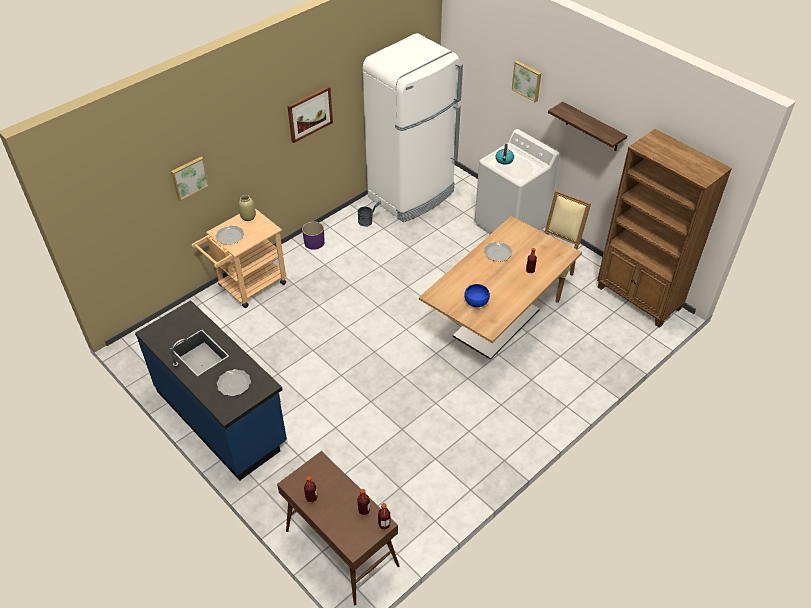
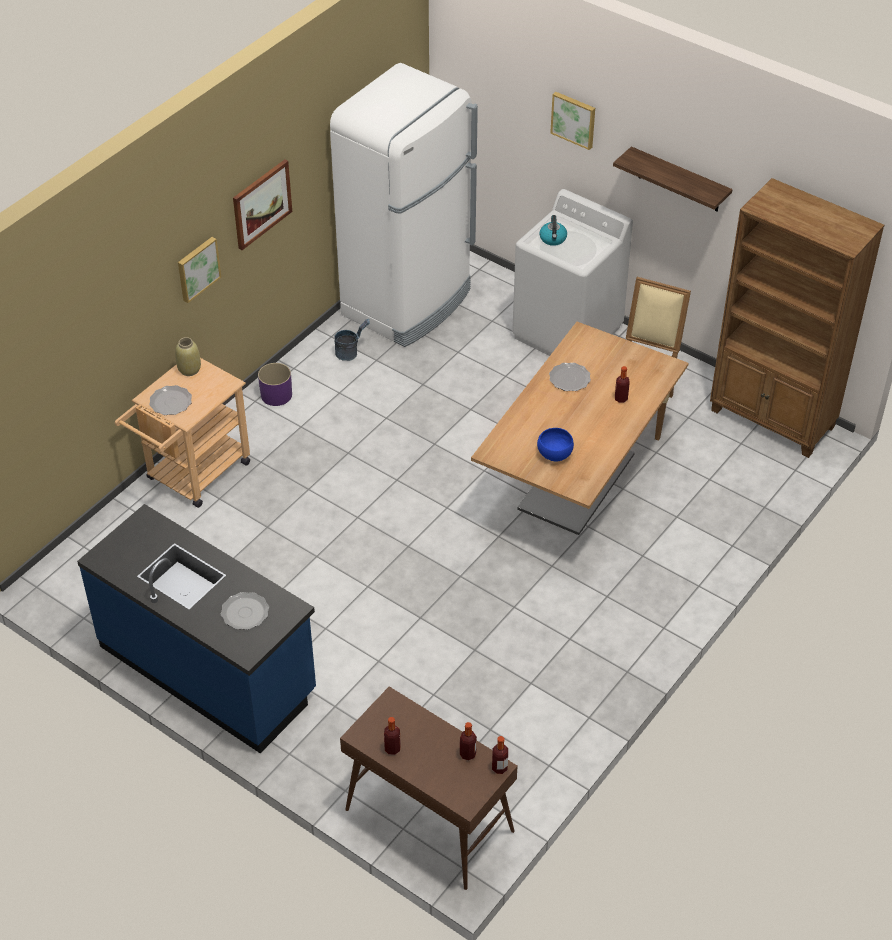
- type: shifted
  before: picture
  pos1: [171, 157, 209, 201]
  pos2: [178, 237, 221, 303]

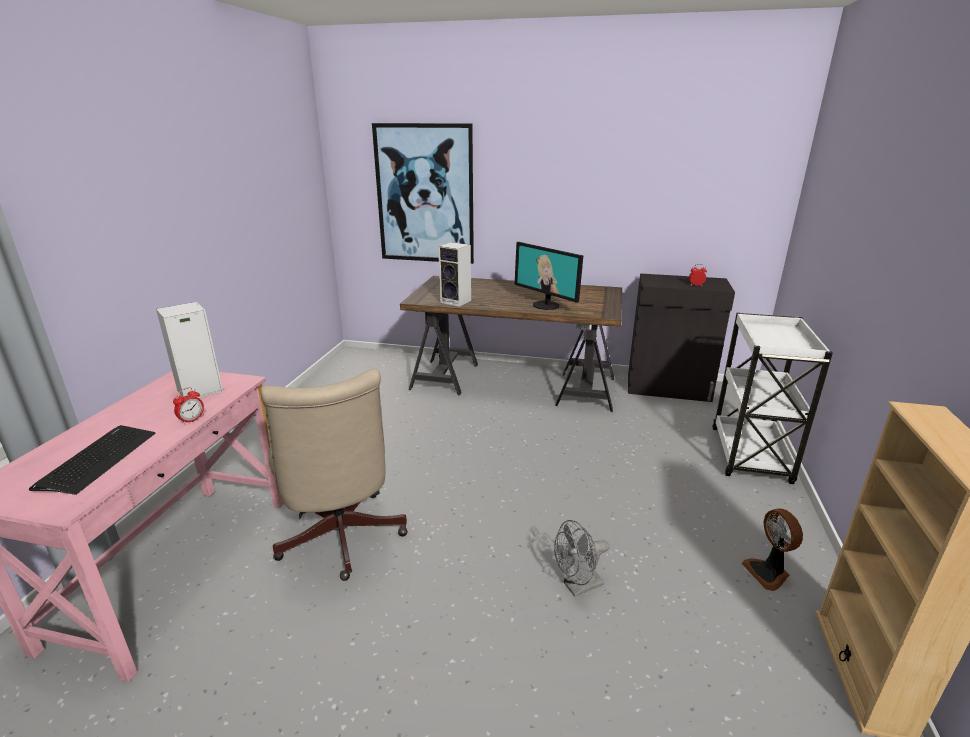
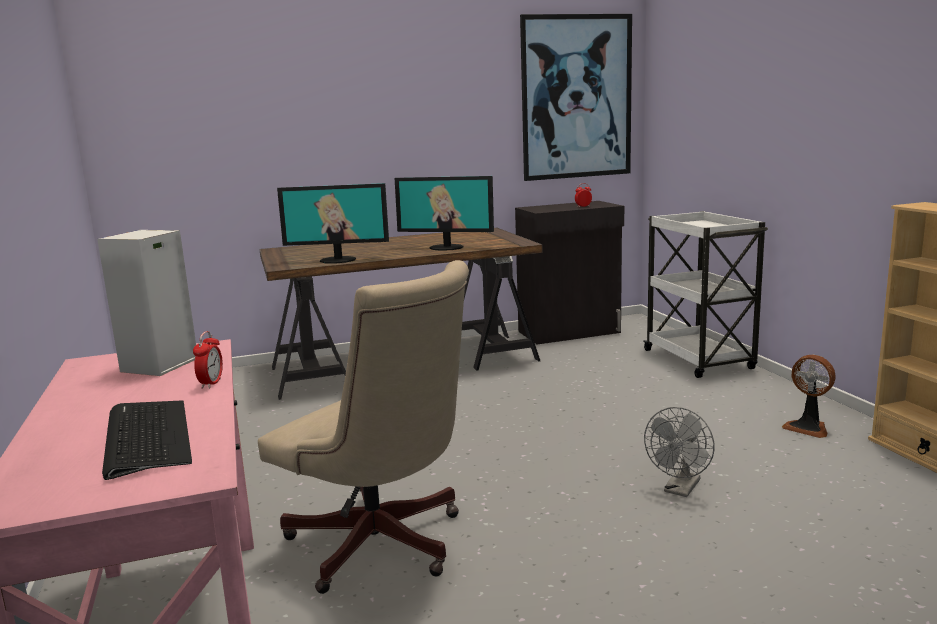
- type: swapped
  before: speaker
  after: computer screen
  pos1: [438, 242, 471, 307]
  pos2: [277, 183, 389, 264]
- type: shifted
  before: picture
  pos1: [372, 123, 474, 264]
  pos2: [520, 14, 632, 181]

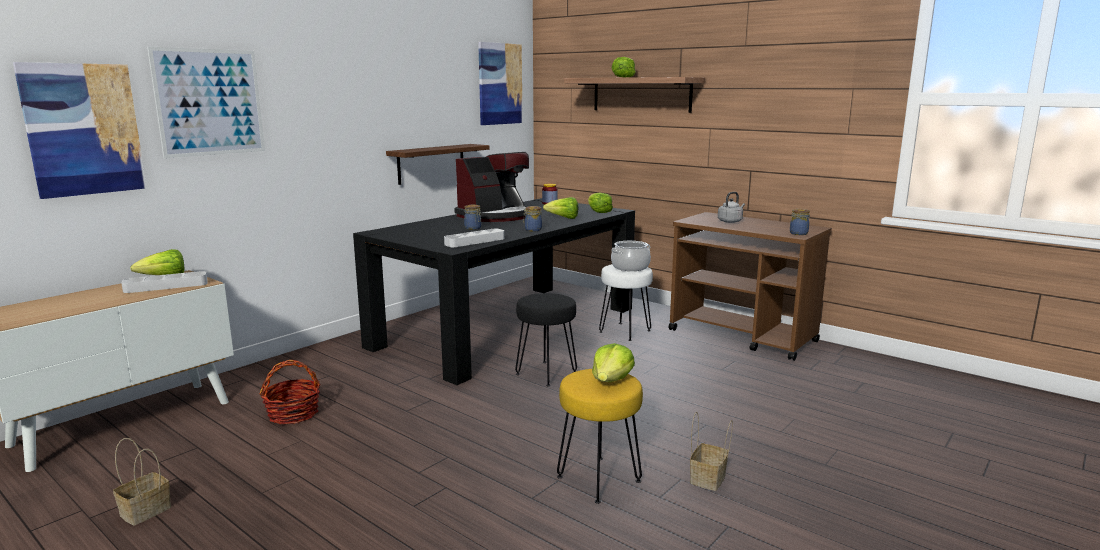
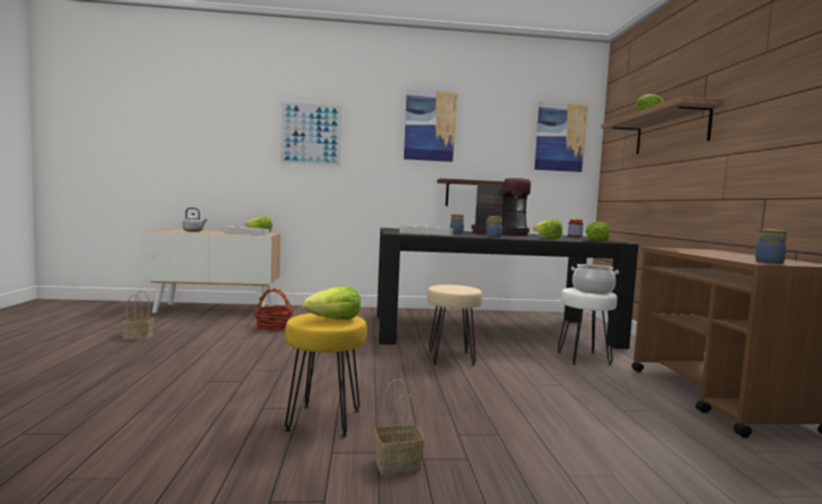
- type: shifted
  before: grey kettle
  pos1: [718, 192, 745, 223]
  pos2: [182, 207, 207, 232]
- type: shifted
  before: picture
  pos1: [13, 62, 147, 199]
  pos2: [404, 90, 458, 162]
- type: repainted
  before: black stool seat
  after: beige-coloured stool seat
  pos1: [515, 293, 577, 386]
  pos2: [427, 285, 482, 366]

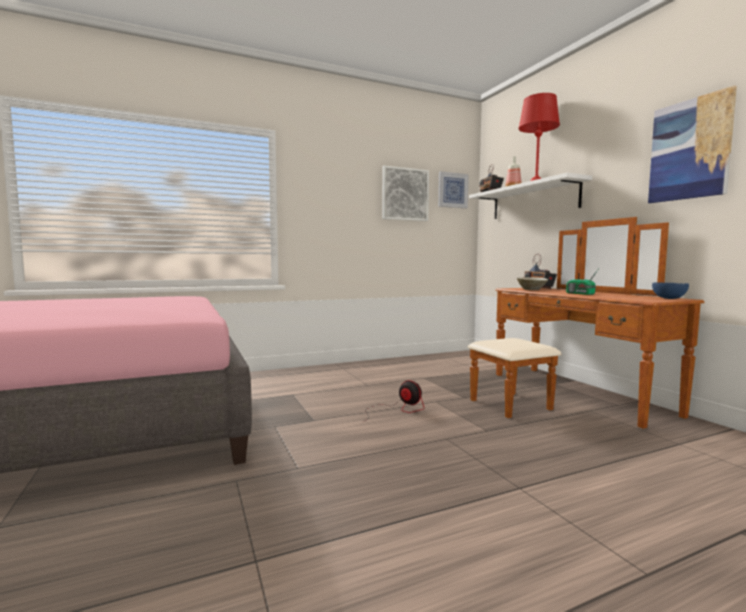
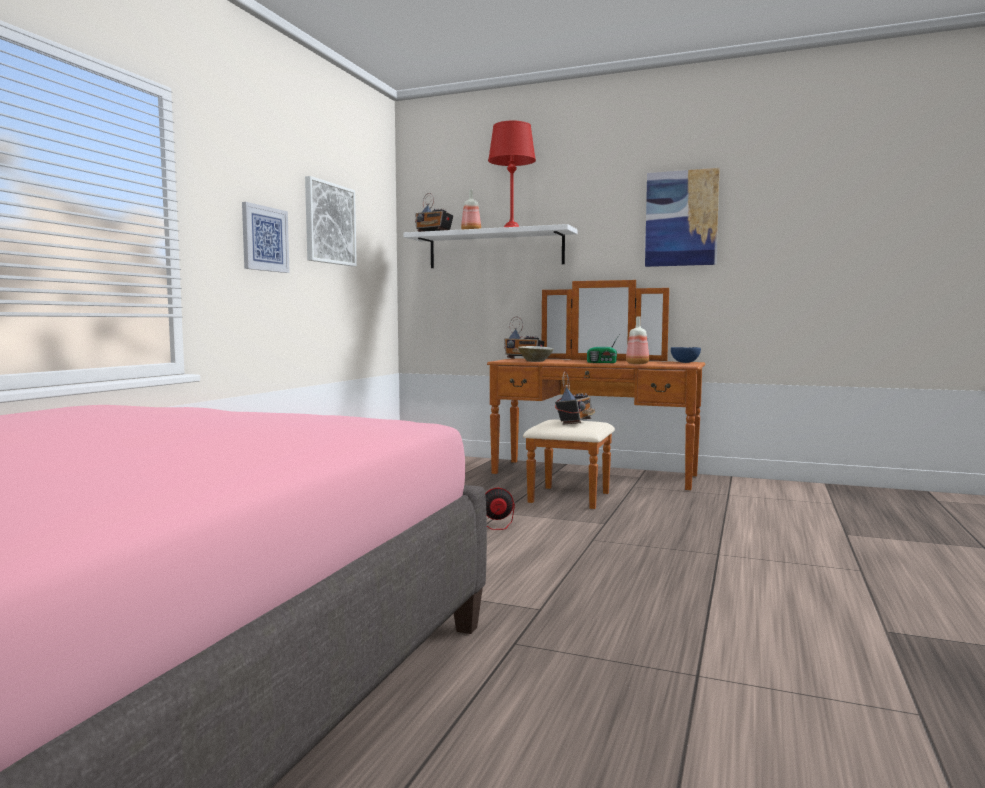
- type: shifted
  before: picture
  pos1: [438, 171, 469, 208]
  pos2: [242, 202, 290, 273]
- type: new
  after: radio
  pos2: [555, 372, 595, 424]
- type: new
  after: bottle
  pos2: [626, 317, 649, 364]

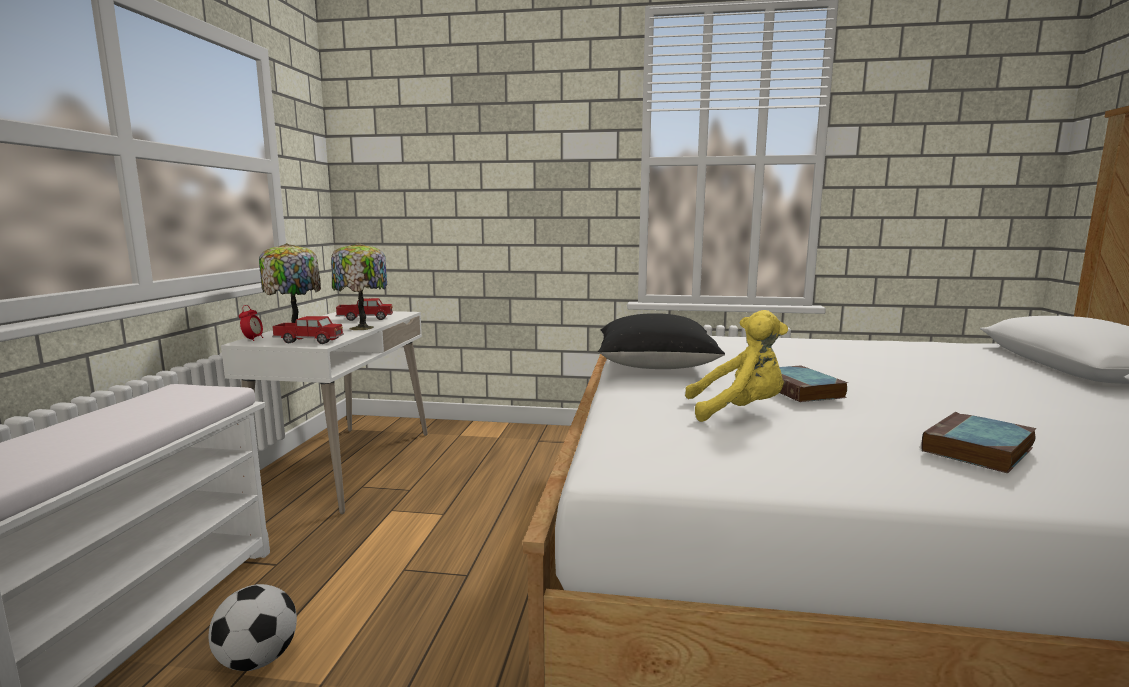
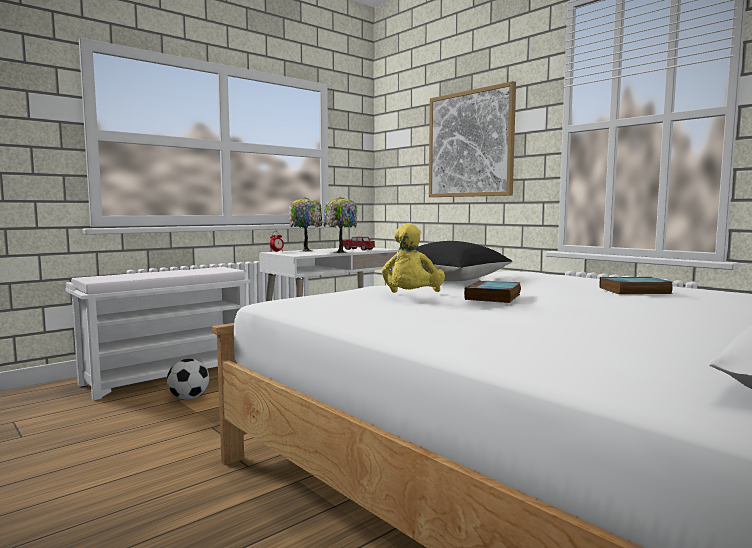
- type: rotated
  before: yellow-coloured cuddly toy
  pos1: [685, 310, 788, 422]
  pos2: [382, 223, 445, 293]
  turn: 60
- type: new
  after: picture
  pos2: [429, 81, 516, 197]
- type: shifted
  before: book
  pos1: [921, 412, 1036, 473]
  pos2: [600, 277, 673, 294]
- type: gone
  before: model truck
  pos1: [272, 316, 344, 344]

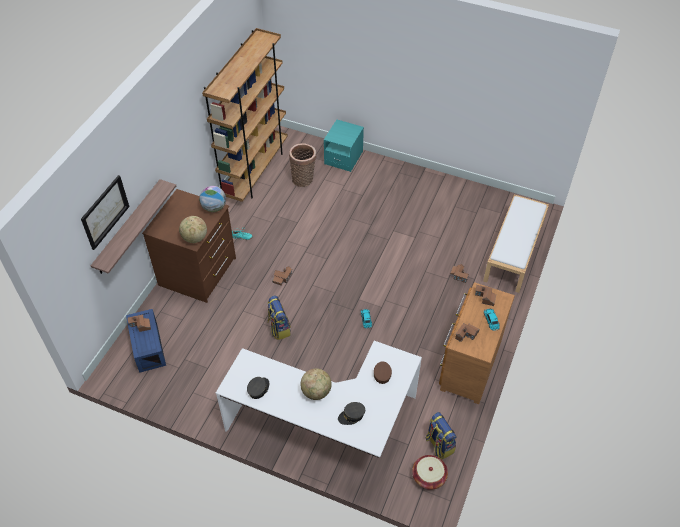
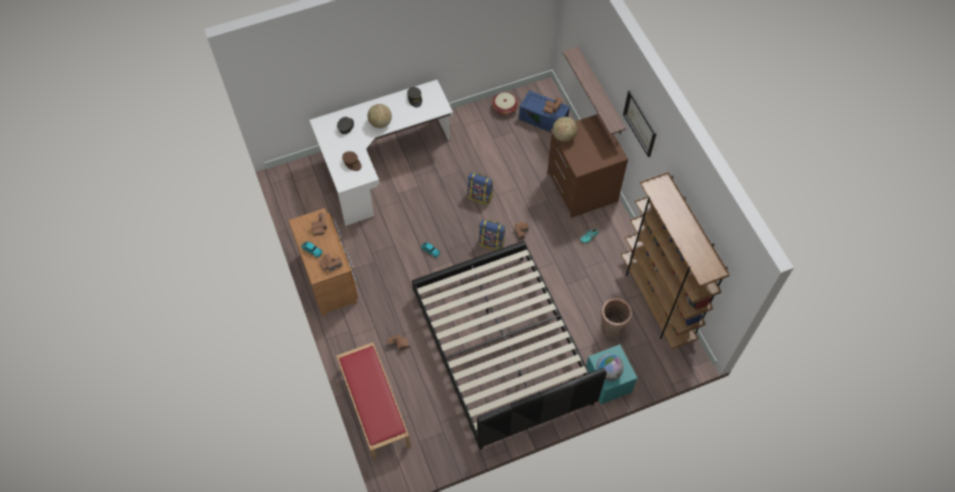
- type: repainted
  before: white bench
  after: red-coloured bench
  pos1: [483, 194, 549, 293]
  pos2: [336, 343, 411, 461]
- type: new
  after: black sleeping bed
  pos2: [412, 241, 607, 450]
- type: shifted
  before: backpack
  pos1: [426, 412, 457, 459]
  pos2: [479, 219, 505, 250]
- type: shifted
  before: storage basket
  pos1: [412, 455, 448, 490]
  pos2: [492, 92, 518, 115]
- type: shifted
  before: desk globe
  pos1: [199, 186, 226, 212]
  pos2: [596, 354, 624, 381]
- type: shifted
  before: picture
  pos1: [81, 175, 129, 250]
  pos2: [623, 90, 657, 157]

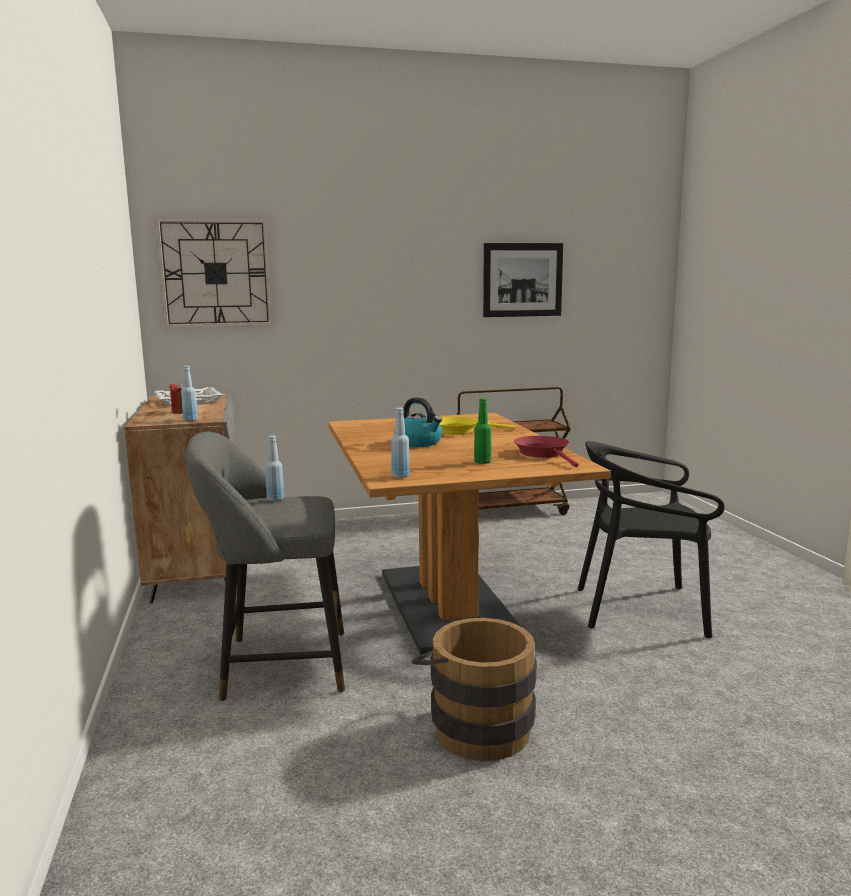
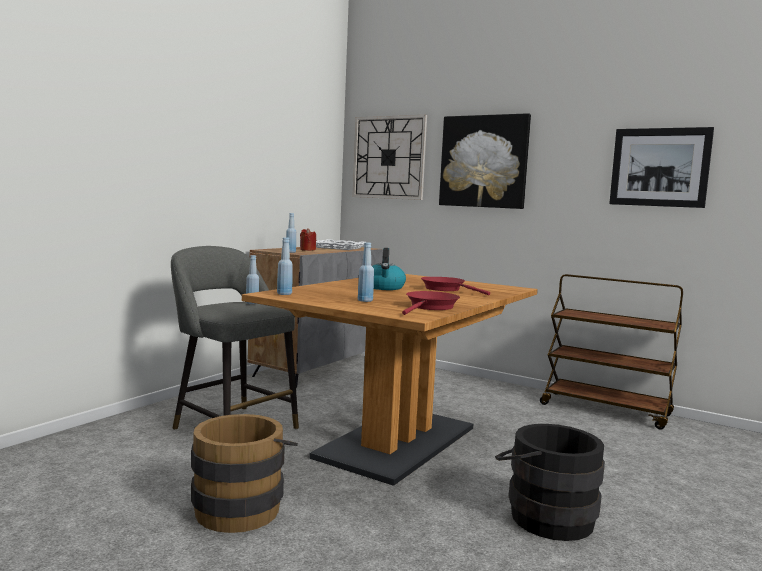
- type: repainted
  before: greenish bottle
  after: bluish bottle
  pos1: [474, 398, 491, 464]
  pos2: [358, 242, 374, 302]
- type: repainted
  before: yellow-coloured frying pan
  after: red-coloured frying pan
  pos1: [440, 417, 515, 435]
  pos2: [421, 277, 490, 295]
- type: new
  after: picture
  pos2: [439, 113, 531, 209]
- type: swapped
  before: black chair
  after: black water bucket
  pos1: [578, 441, 725, 638]
  pos2: [495, 424, 605, 541]

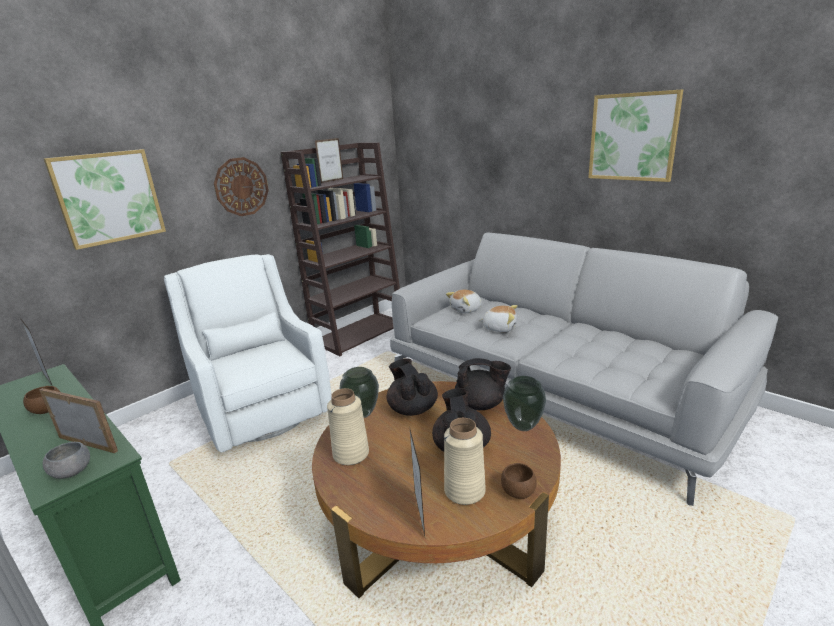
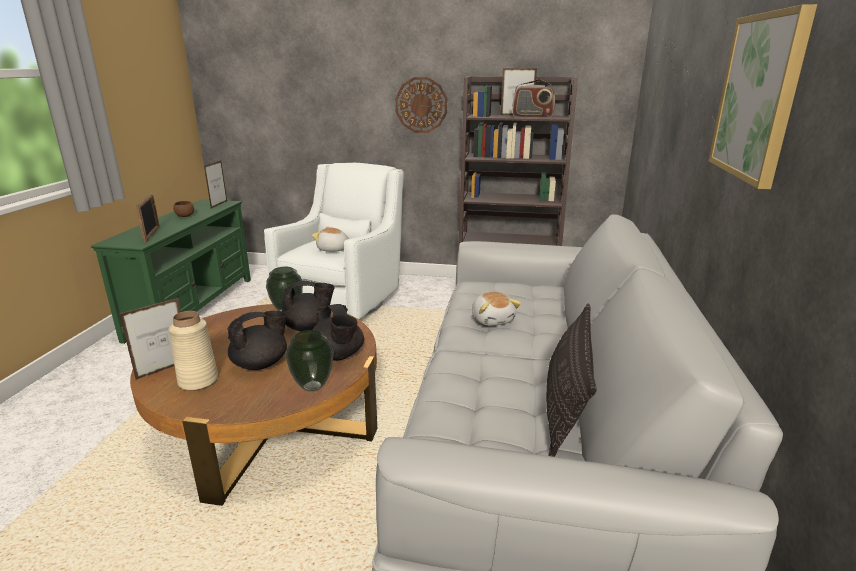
- type: rotated
  before: black teapot
  pos1: [386, 358, 438, 416]
  pos2: [282, 281, 335, 331]
  turn: 45
- type: shifted
  before: cuddly toy
  pos1: [446, 290, 482, 313]
  pos2: [312, 226, 349, 252]
- type: new
  after: radio
  pos2: [512, 79, 555, 118]
- type: new
  after: throw pillow
  pos2: [546, 304, 597, 457]
- type: gone
  before: grey serving bowl
  pos1: [43, 442, 90, 479]
- type: gone
  before: picture
  pos1: [44, 149, 166, 250]
- type: gone
  before: beige-coloured vase
  pos1: [327, 388, 369, 465]
- type: gone
  before: brown-coloured serving bowl
  pos1: [501, 463, 537, 499]

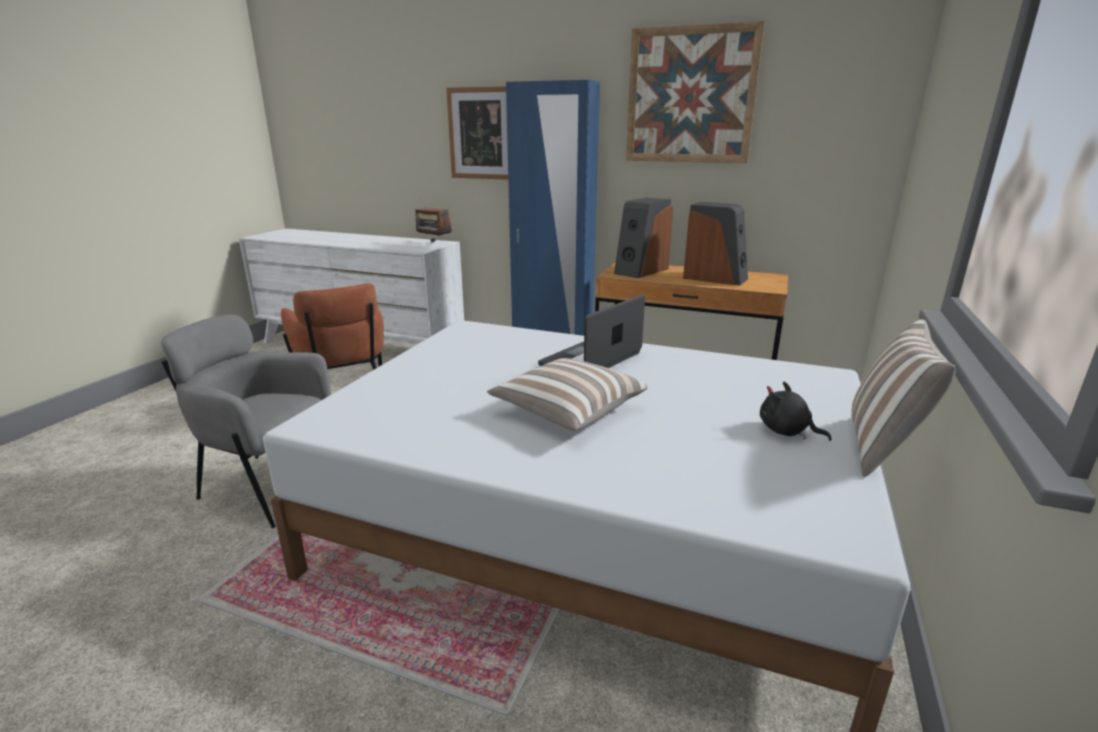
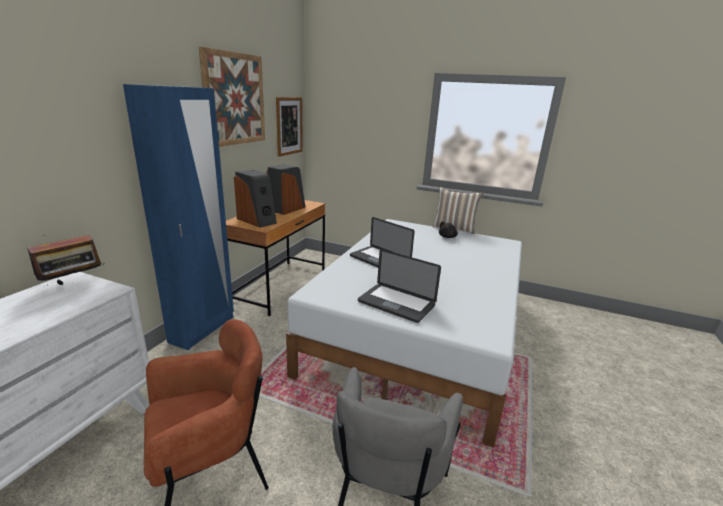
- type: shifted
  before: picture
  pos1: [446, 86, 508, 180]
  pos2: [276, 97, 303, 157]
- type: new
  after: portable computer
  pos2: [358, 249, 441, 323]
- type: gone
  before: throw pillow
  pos1: [487, 358, 647, 431]

